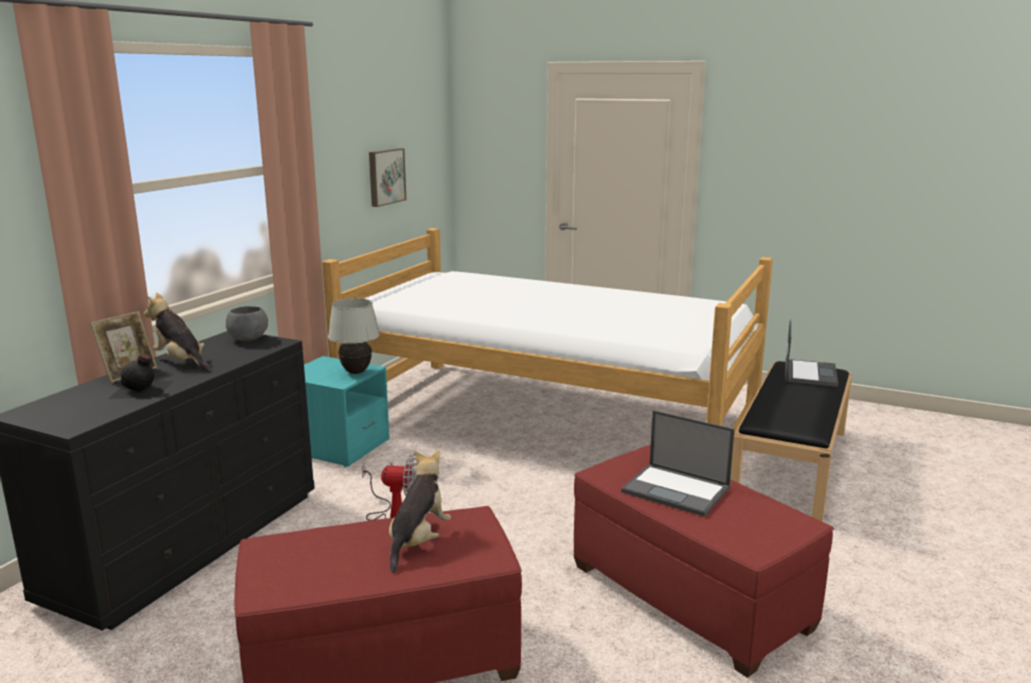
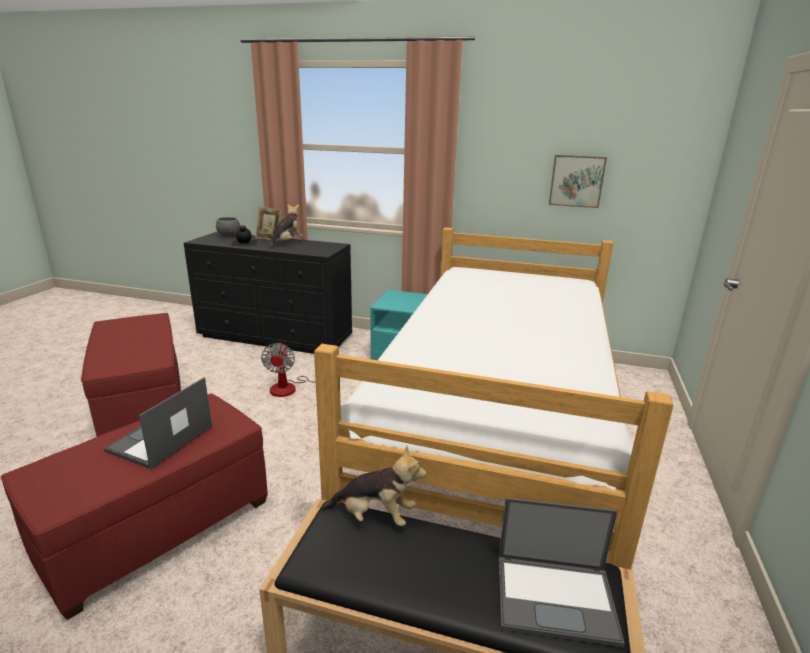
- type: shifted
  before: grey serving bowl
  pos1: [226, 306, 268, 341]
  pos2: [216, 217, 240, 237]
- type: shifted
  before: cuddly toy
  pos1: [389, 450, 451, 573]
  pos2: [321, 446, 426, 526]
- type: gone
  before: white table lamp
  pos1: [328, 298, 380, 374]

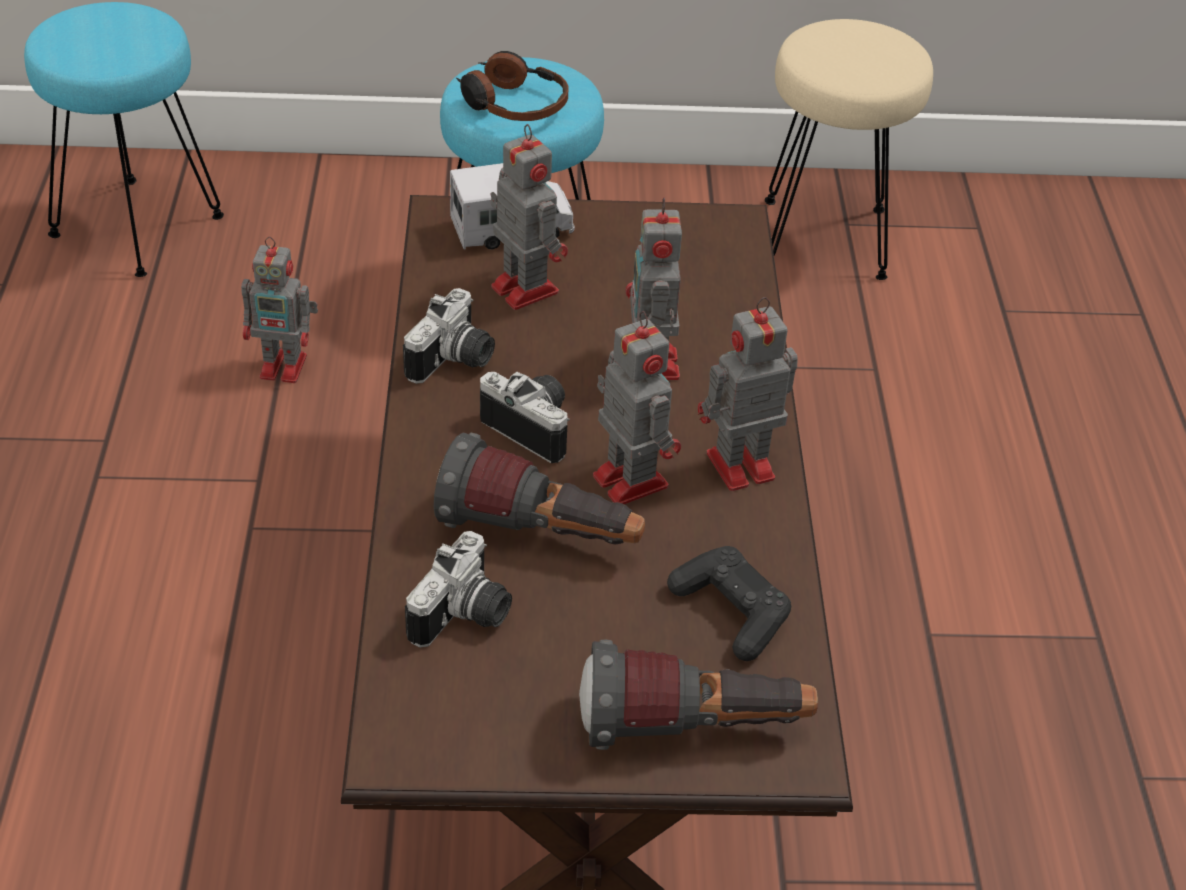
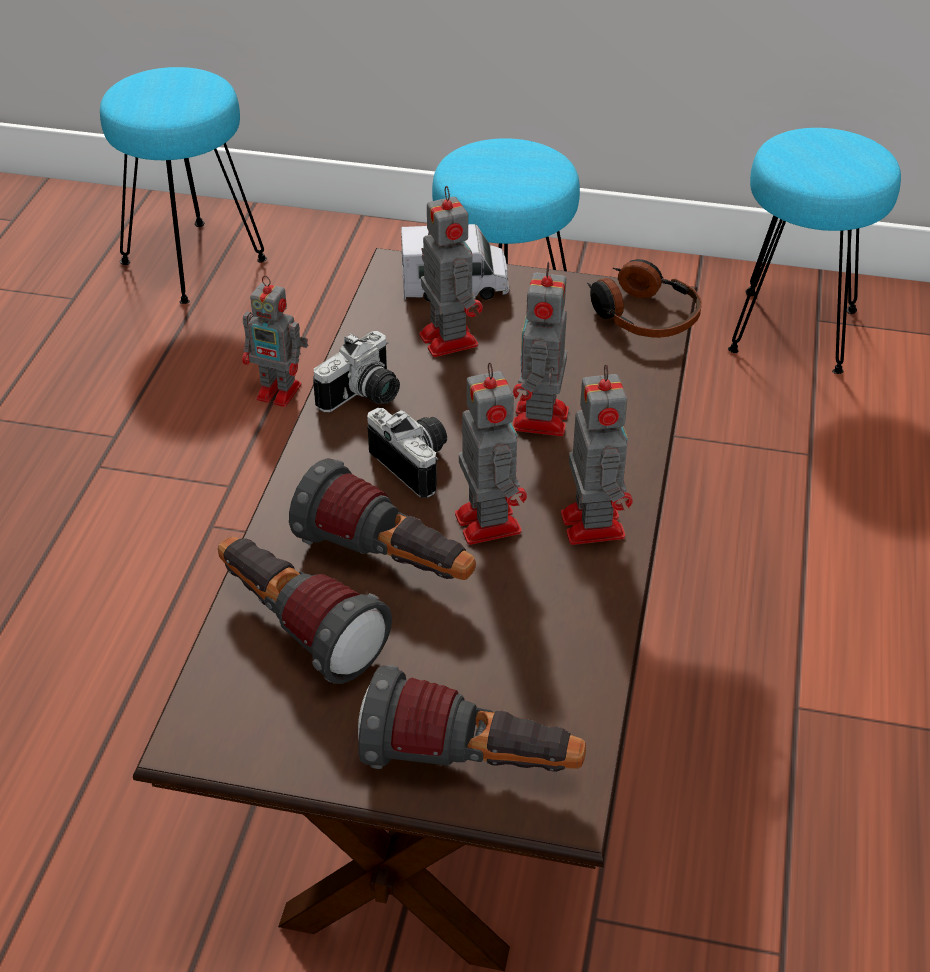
- type: swapped
  before: still camera
  after: torch
  pos1: [405, 531, 512, 648]
  pos2: [218, 536, 392, 684]
- type: rotated
  before: robot figure
  pos1: [698, 297, 798, 491]
  pos2: [561, 364, 633, 545]
  turn: 90
- type: shifted
  before: pair of headphones
  pos1: [456, 51, 568, 121]
  pos2: [587, 259, 702, 338]
- type: repainted
  before: beige-coloured stool seat
  after: turquoise stool seat
  pos1: [765, 19, 933, 280]
  pos2: [728, 128, 901, 374]
- type: gone
  before: black joypad
  pos1: [667, 546, 791, 661]

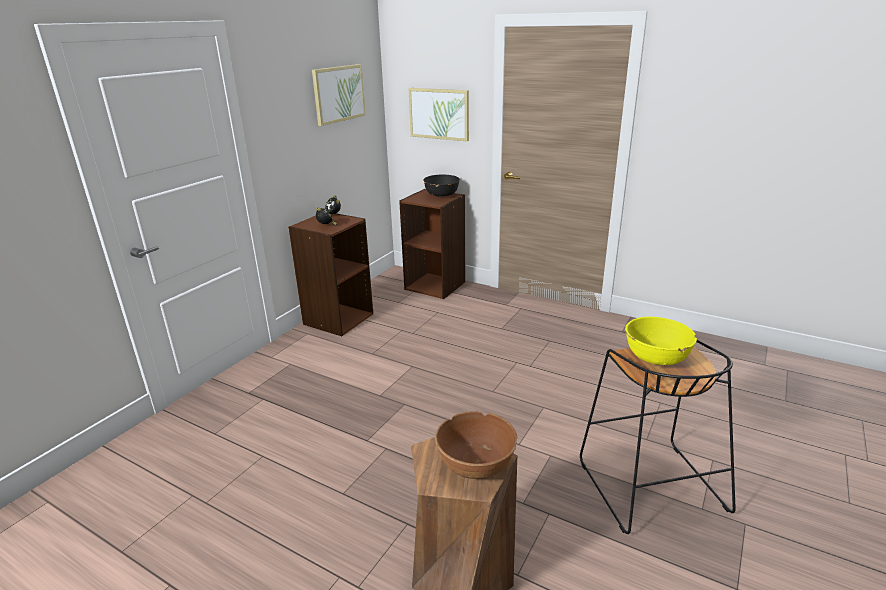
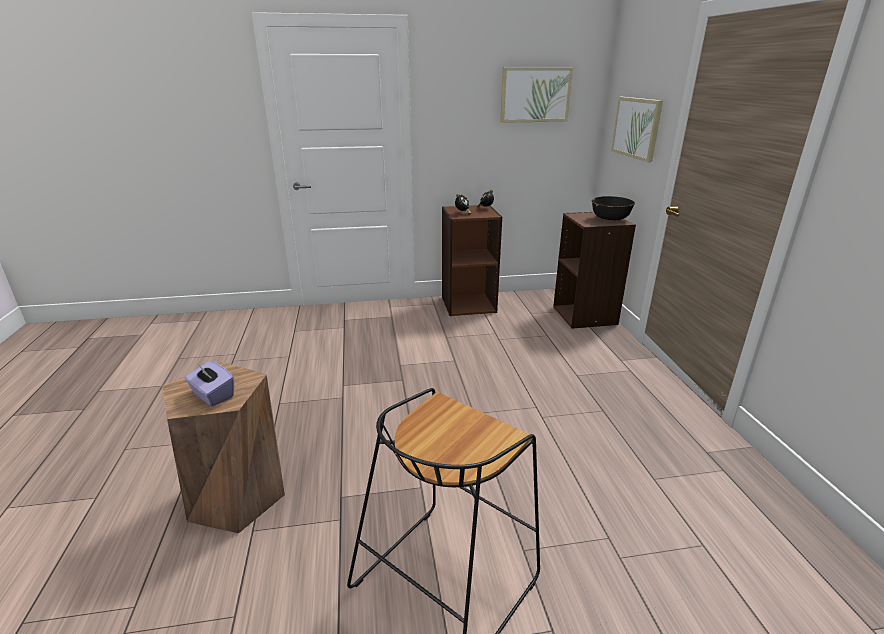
- type: swapped
  before: brown-coloured serving bowl
  after: purple tissue box
  pos1: [435, 411, 517, 479]
  pos2: [185, 361, 234, 407]
- type: gone
  before: yellow-coloured serving bowl
  pos1: [625, 317, 697, 365]

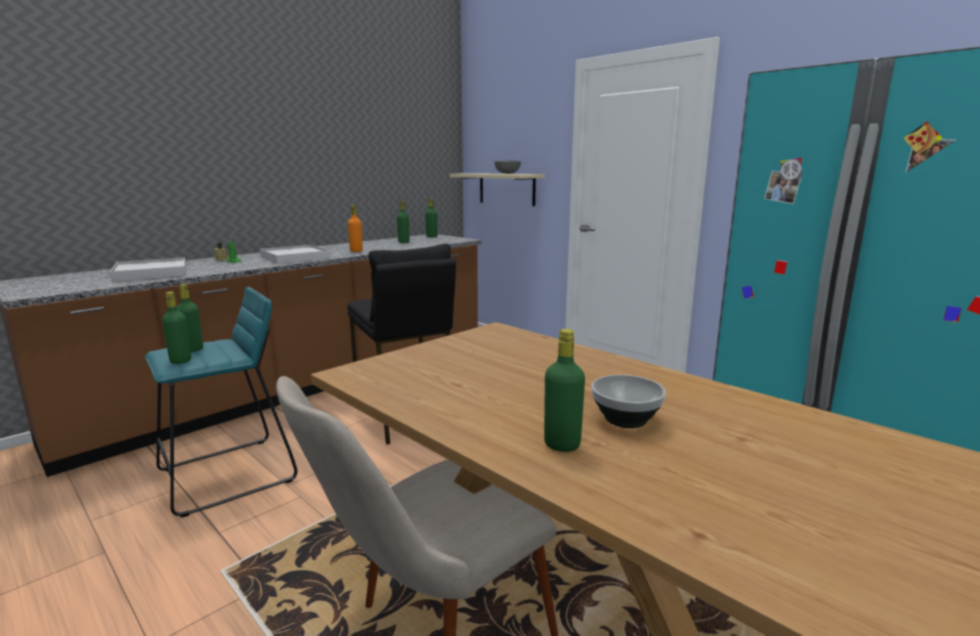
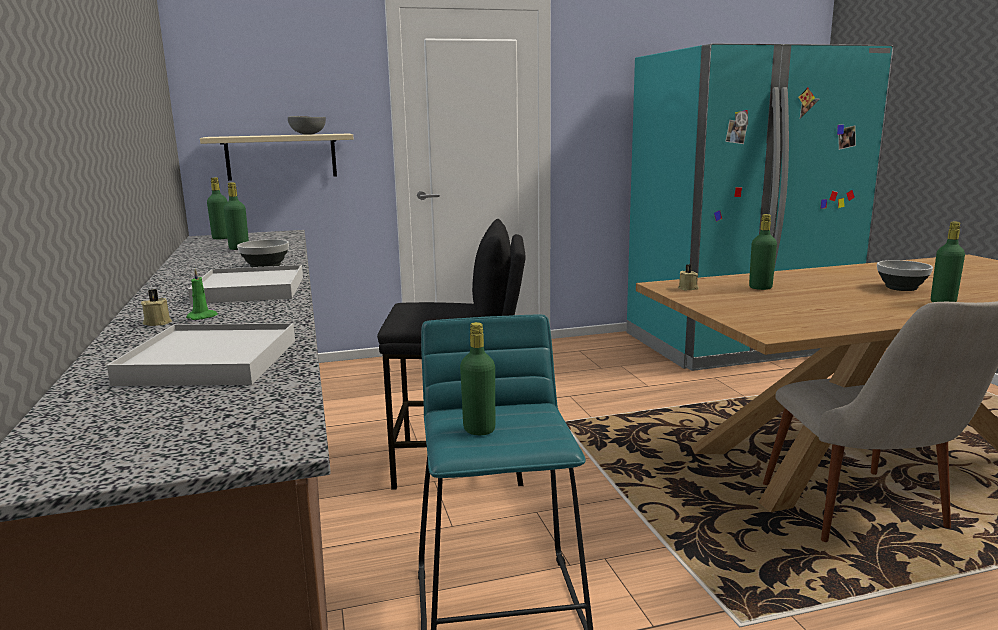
- type: swapped
  before: orange bottle
  after: serving bowl
  pos1: [348, 205, 363, 252]
  pos2: [237, 239, 289, 267]
- type: new
  after: beige-coloured candle
  pos2: [678, 264, 699, 291]
- type: shifted
  before: greenish bottle
  pos1: [162, 291, 191, 364]
  pos2: [749, 214, 777, 290]

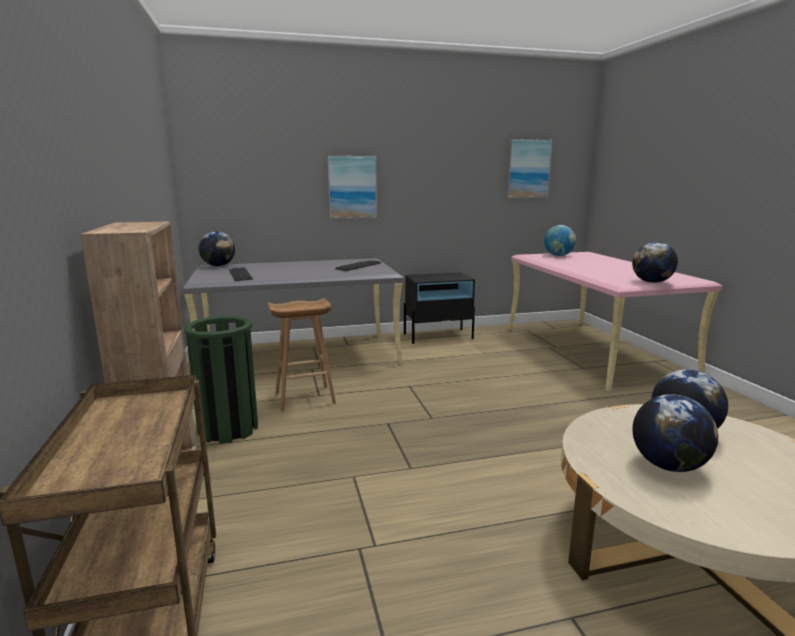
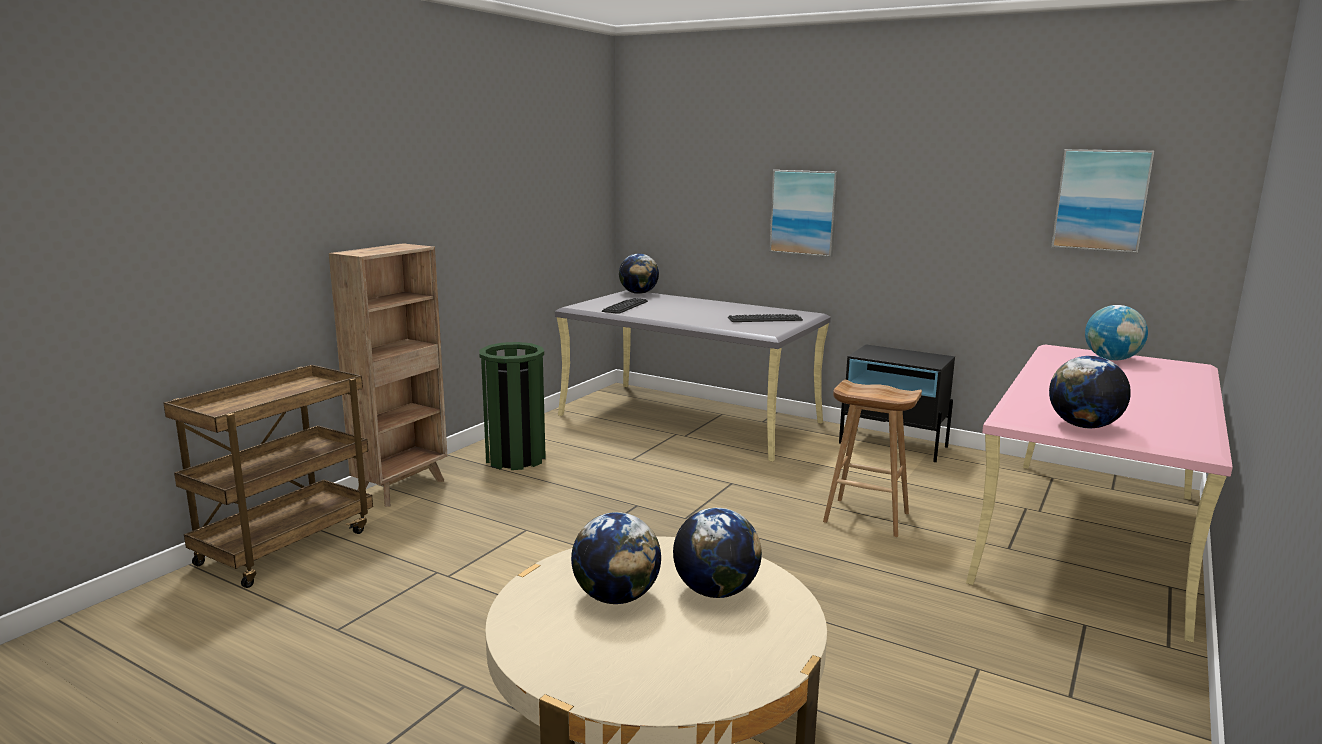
- type: shifted
  before: brown-coloured stool seat
  pos1: [268, 298, 336, 412]
  pos2: [823, 380, 922, 537]

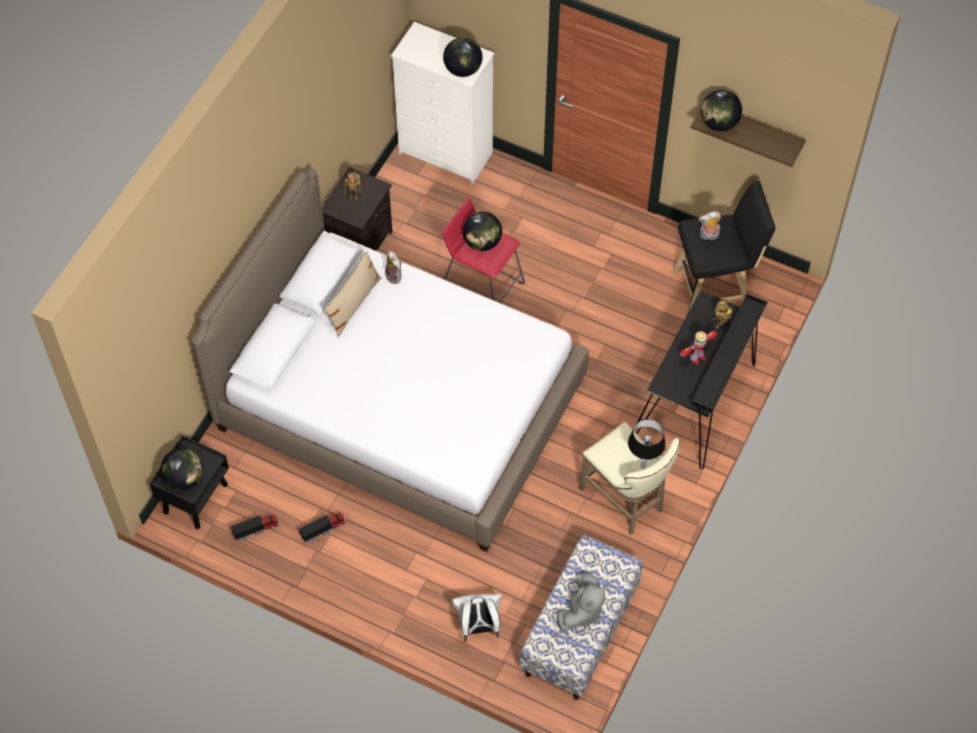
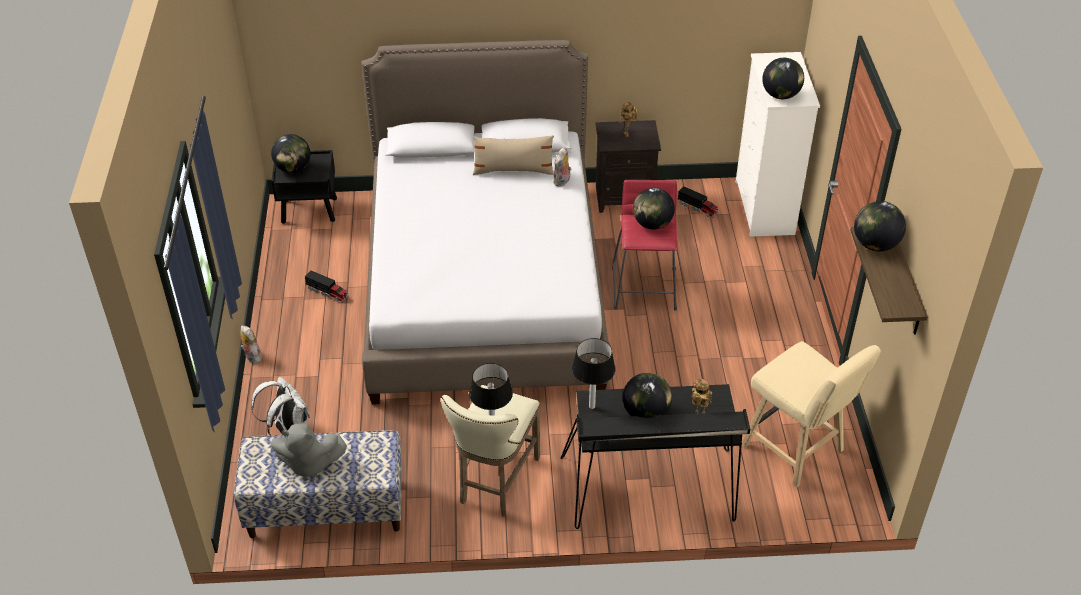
- type: shifted
  before: cuddly toy
  pos1: [699, 211, 721, 240]
  pos2: [240, 326, 262, 363]
- type: new
  after: table lamp
  pos2: [572, 338, 615, 409]
- type: swapped
  before: robot figure
  after: desk globe
  pos1: [680, 330, 717, 364]
  pos2: [623, 373, 672, 418]
- type: shifted
  before: model truck
  pos1: [231, 514, 280, 541]
  pos2: [677, 186, 719, 218]
- type: repainted
  before: black stool seat
  after: beige-coloured stool seat
  pos1: [673, 181, 776, 314]
  pos2: [742, 341, 881, 488]

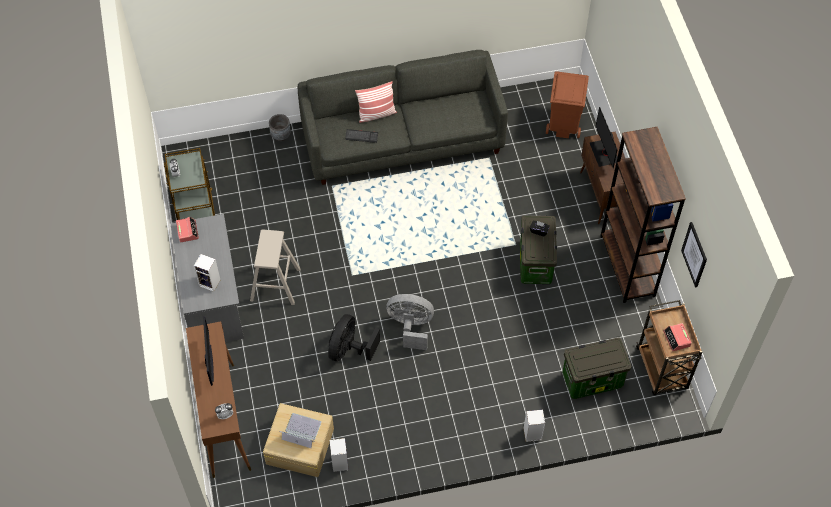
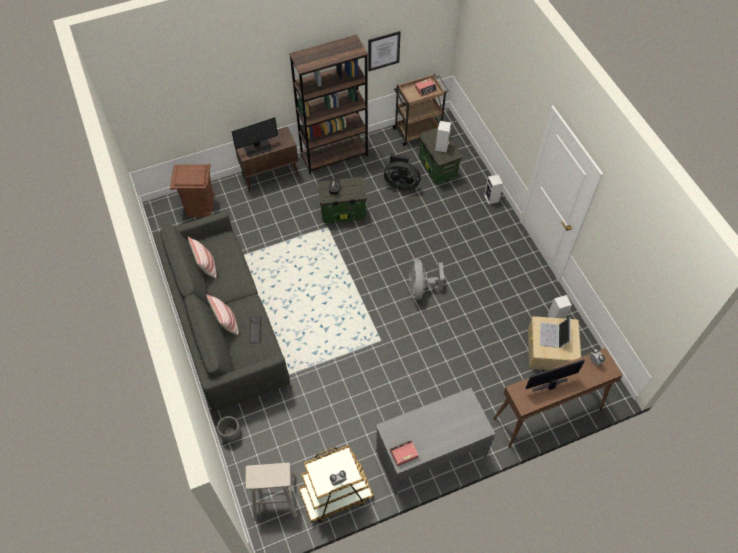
- type: new
  after: throw pillow
  pos2: [188, 236, 217, 279]
- type: shifted
  before: beige-coloured stool seat
  pos1: [250, 230, 301, 305]
  pos2: [245, 462, 297, 521]
- type: shifted
  before: black cooling fan
  pos1: [328, 314, 380, 361]
  pos2: [384, 154, 421, 190]
- type: shifted
  before: speaker
  pos1: [194, 254, 220, 292]
  pos2: [435, 121, 451, 153]

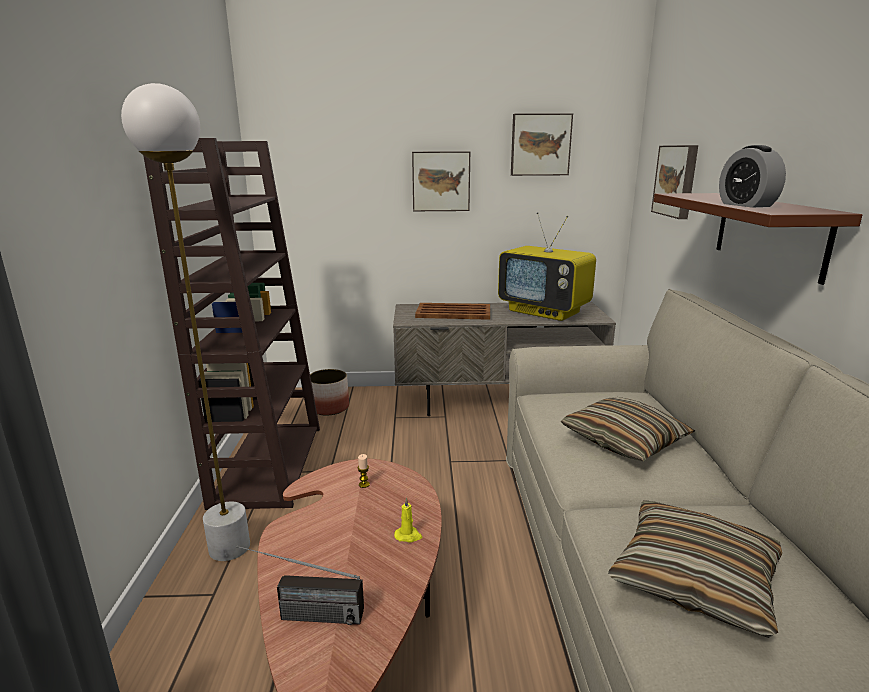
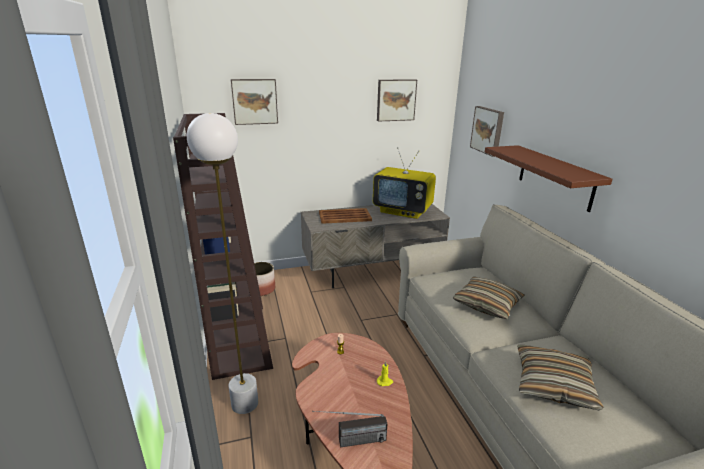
- type: shifted
  before: picture
  pos1: [412, 151, 470, 211]
  pos2: [231, 79, 278, 125]
- type: gone
  before: table clock
  pos1: [719, 145, 786, 208]

